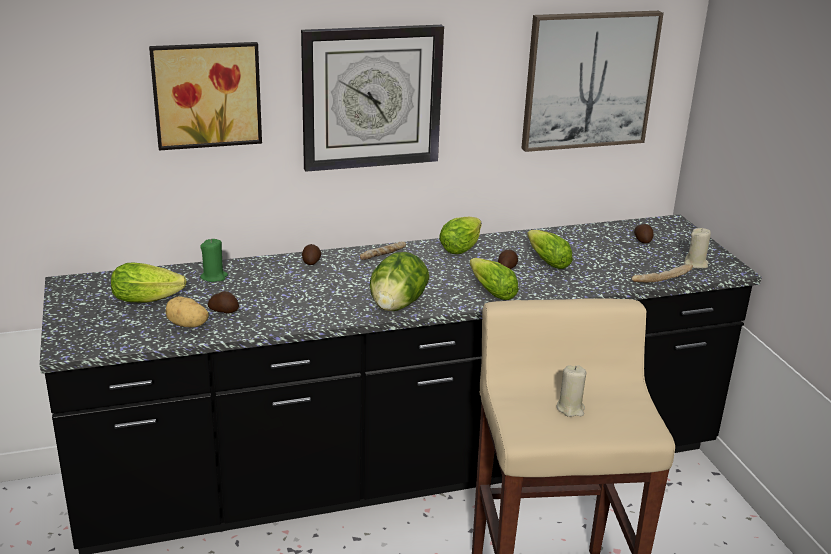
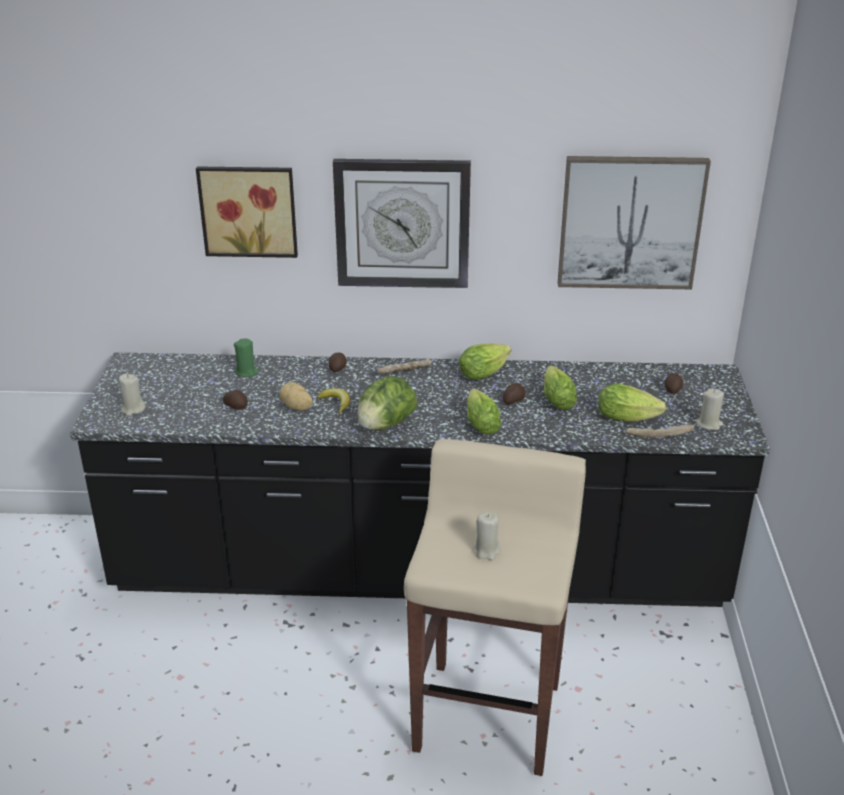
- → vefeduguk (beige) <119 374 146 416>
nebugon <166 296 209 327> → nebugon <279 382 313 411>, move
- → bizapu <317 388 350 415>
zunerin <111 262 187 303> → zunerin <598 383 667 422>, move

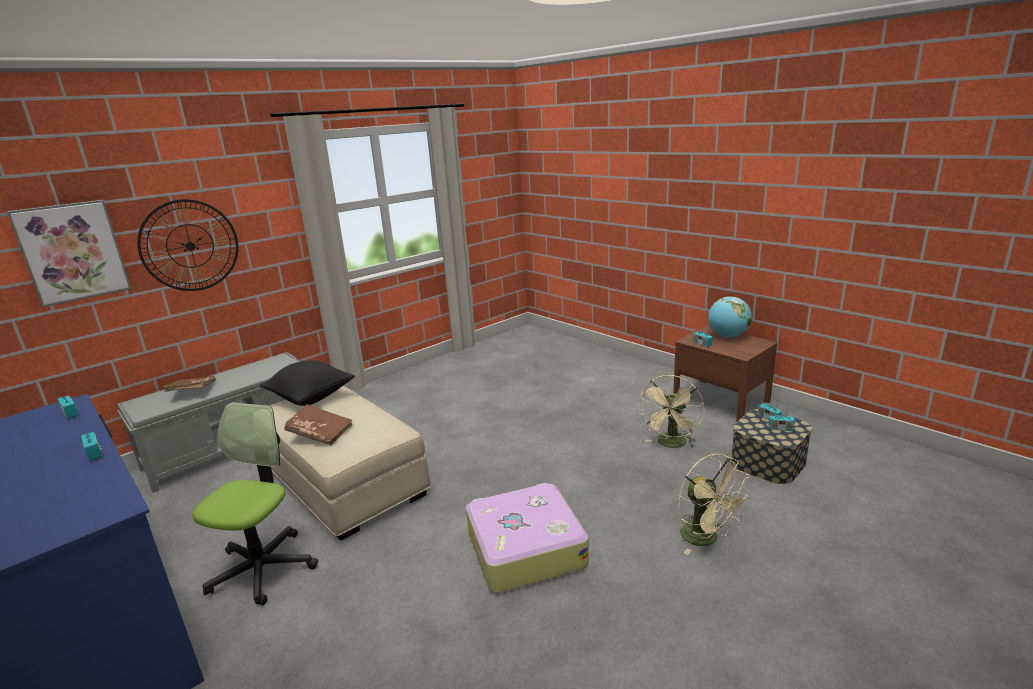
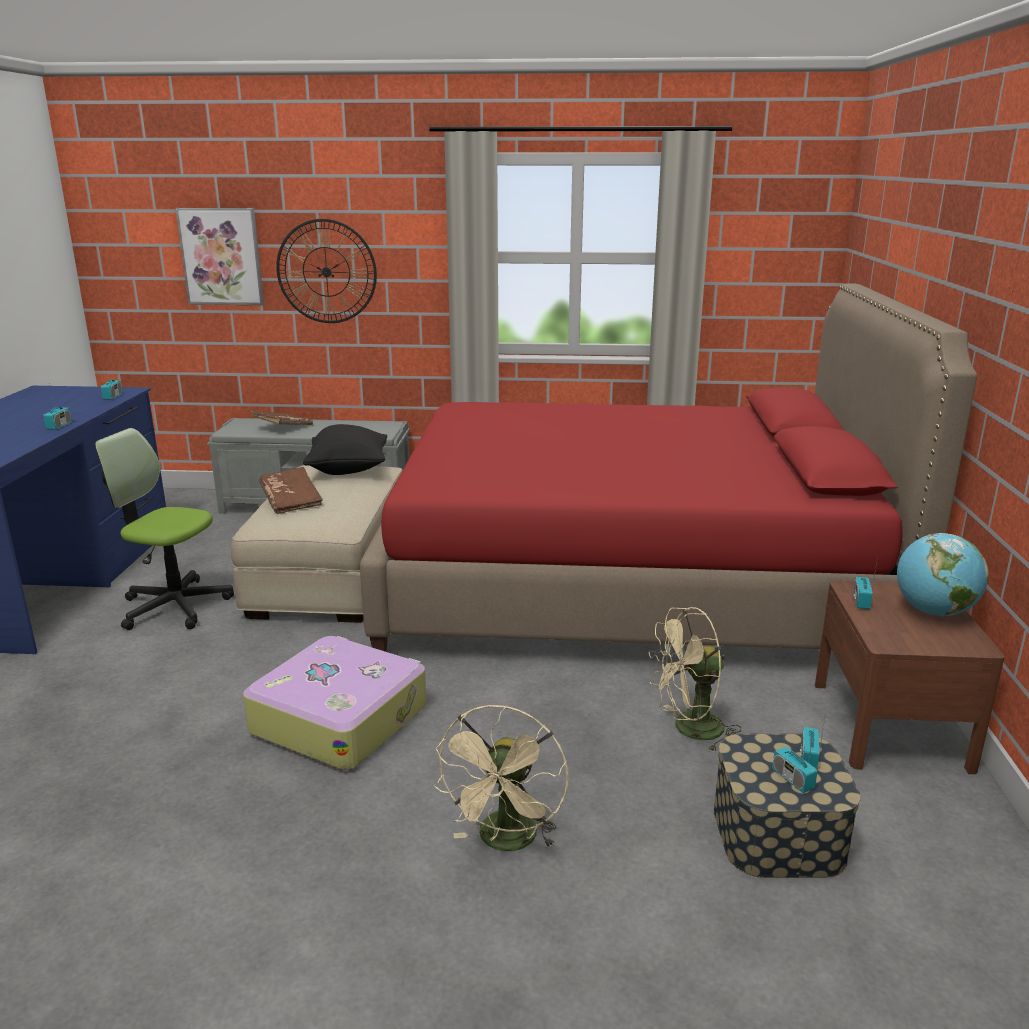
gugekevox <192 402 318 605> → gugekevox <95 428 234 630>, 135 degrees counterclockwise
- → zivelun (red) <360 283 977 652>

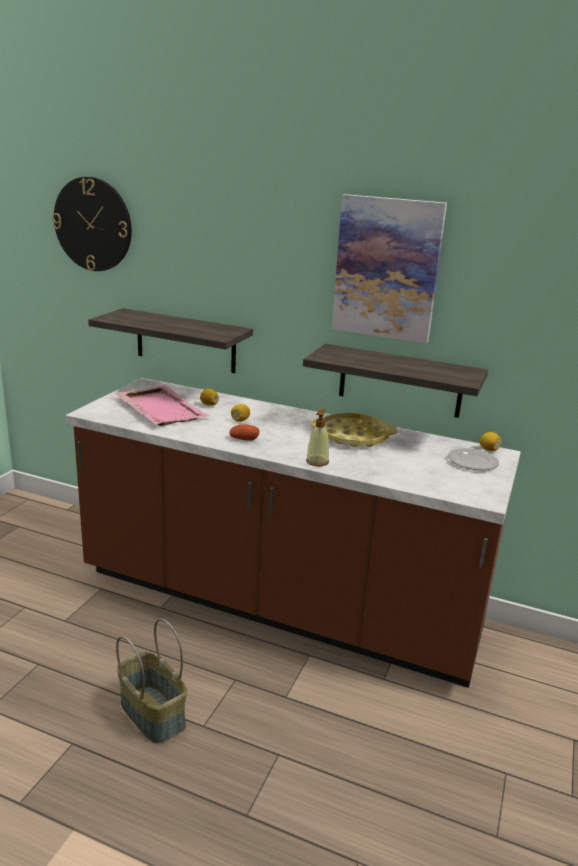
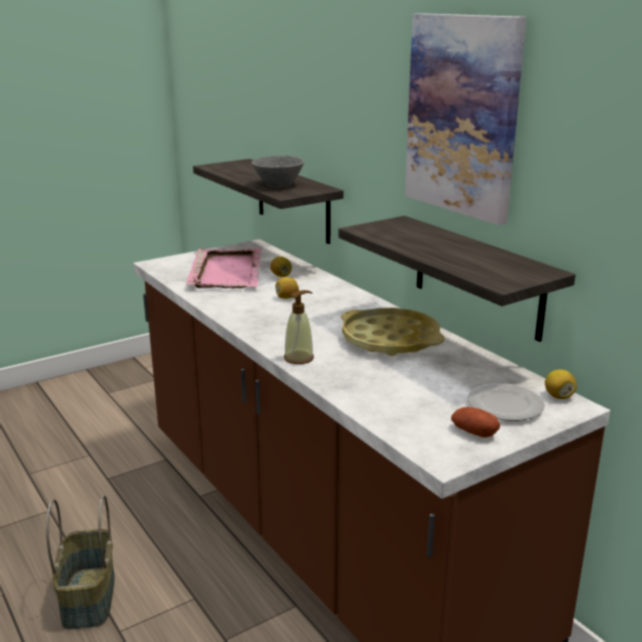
- → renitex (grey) <252 155 304 188>
nebugon <229 424 260 441> → nebugon <451 407 500 438>, move
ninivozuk <52 177 132 271> → -

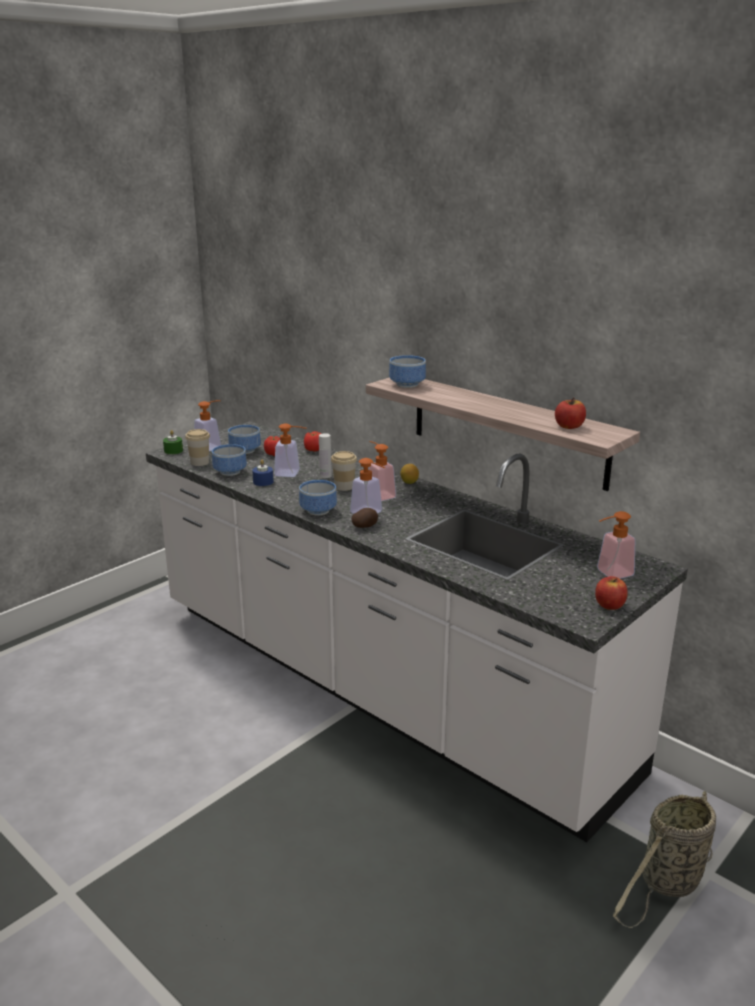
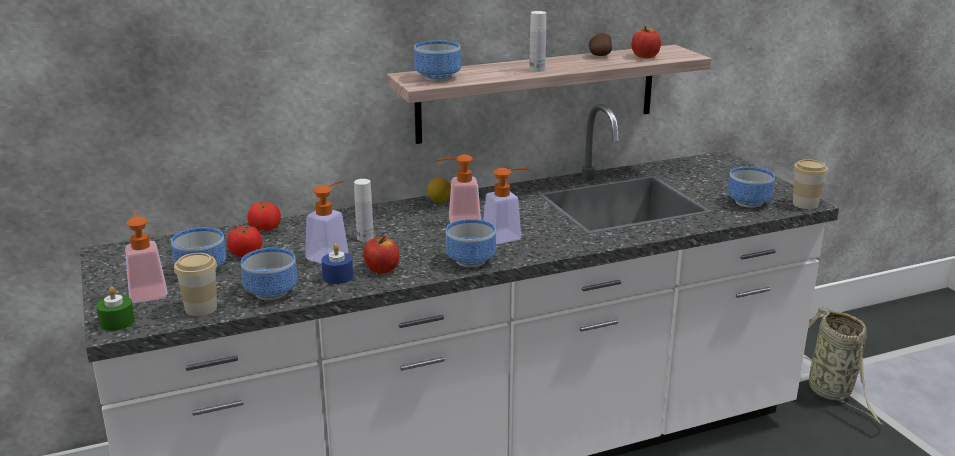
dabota <595 576 628 610> → dabota <364 236 400 273>, move
- → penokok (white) <529 11 546 72>
nebugon <352 508 378 528> → nebugon <589 33 612 56>, move
- → renitex <727 167 775 208>
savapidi <331 451 357 491> → savapidi <793 159 828 209>, move
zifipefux <597 511 635 579> → -

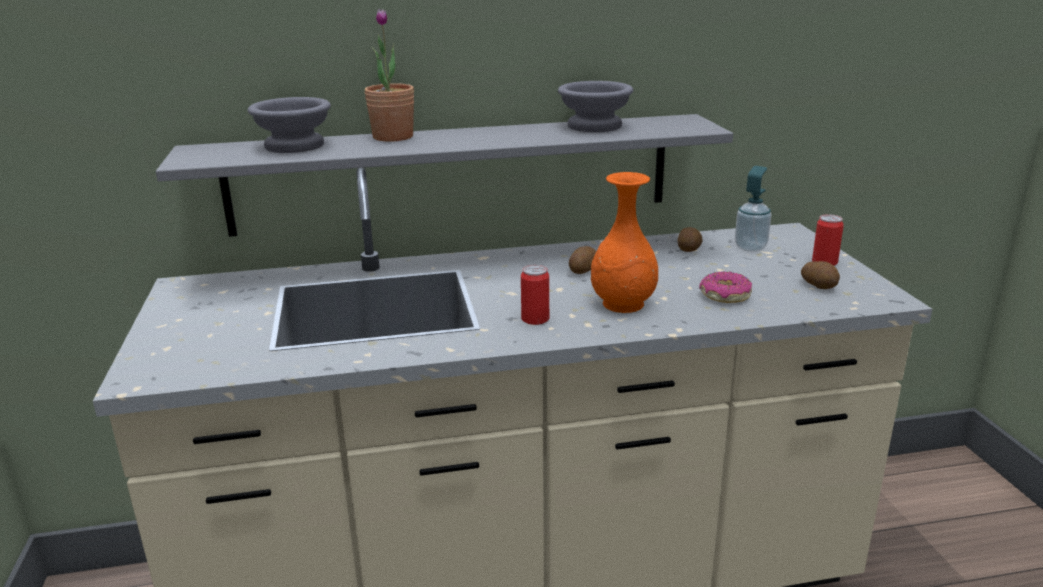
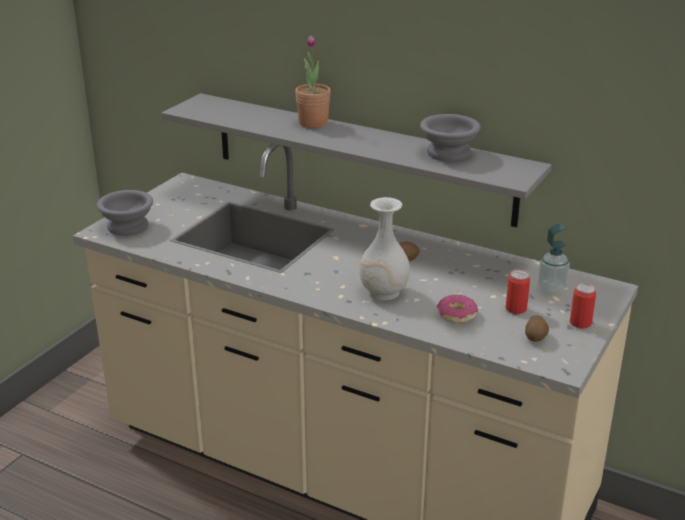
renitex (grey) <248 97 331 153> → renitex (grey) <97 190 153 236>, move
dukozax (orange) <591 172 658 313> → dukozax (white) <359 197 410 301>
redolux <521 265 549 325> → redolux <506 270 530 314>, move
nebugon <678 227 703 252> → -

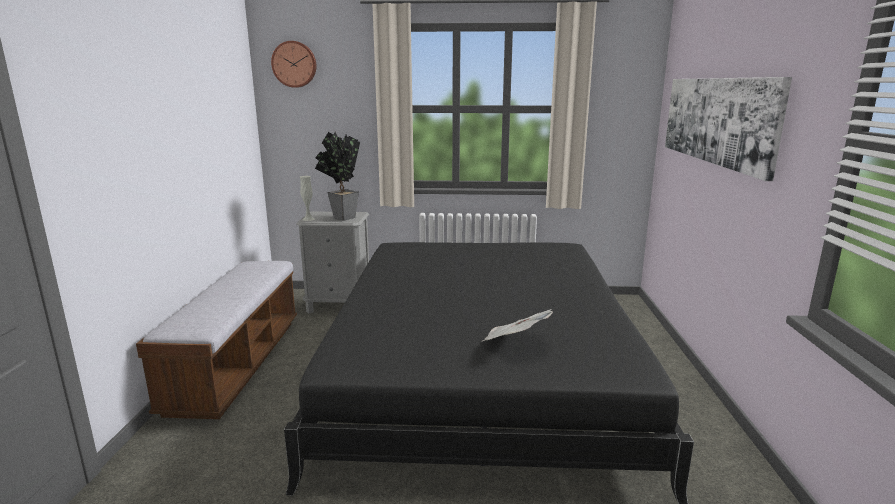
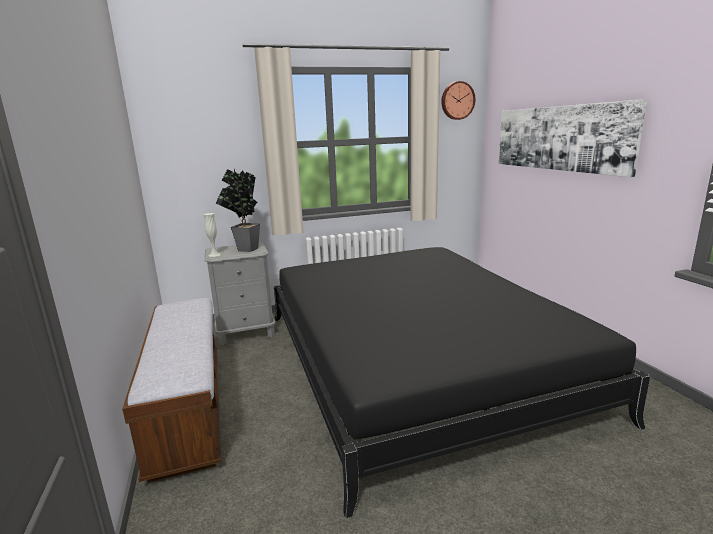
ninivozuk <271 41 316 88> → ninivozuk <441 81 475 120>, move
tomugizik <482 309 553 341> → -

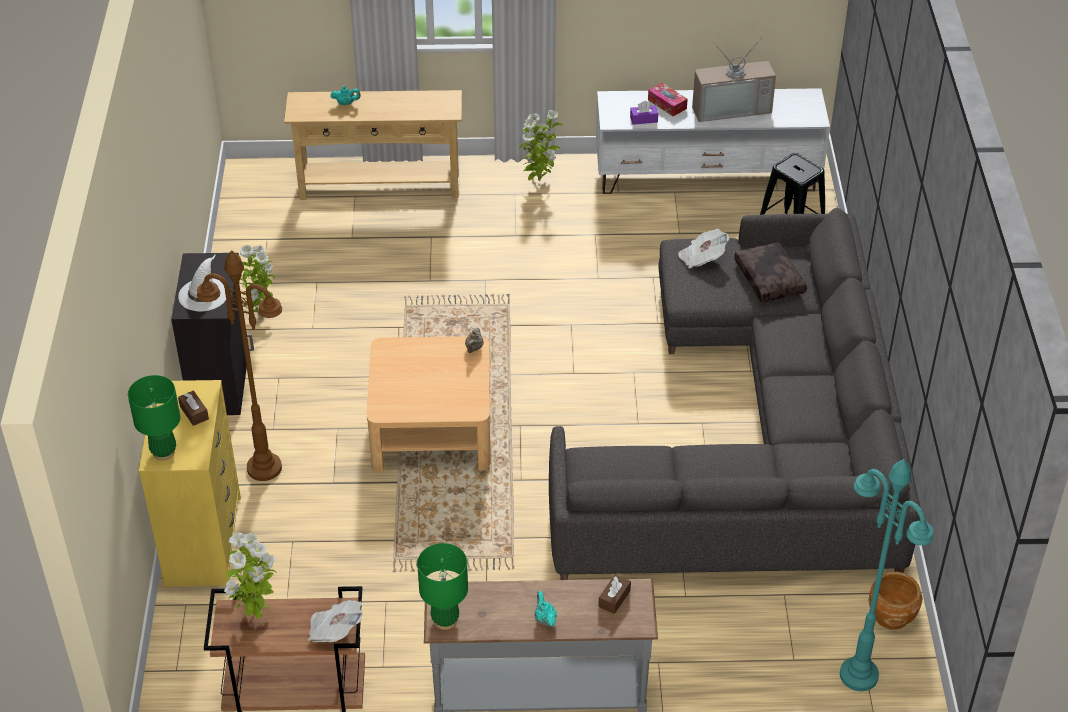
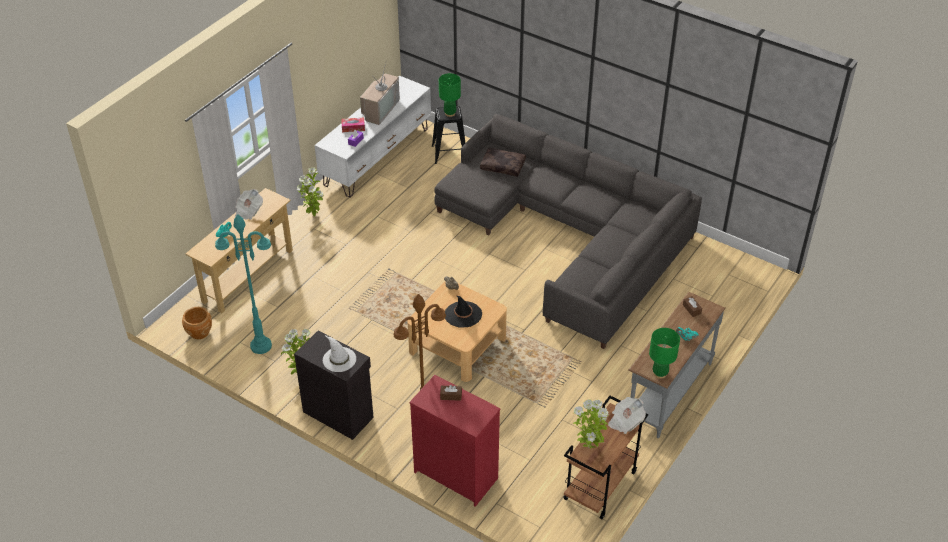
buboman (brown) <868 572 923 630> → buboman (brown) <182 307 212 339>, move
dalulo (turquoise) <840 459 933 691> → dalulo (turquoise) <215 214 272 354>, move
tomugizik <678 229 729 268> → tomugizik <235 189 263 220>, move
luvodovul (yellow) <139 380 241 586> → luvodovul (red) <409 375 501 507>
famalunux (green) <128 375 180 461> → famalunux (green) <439 73 461 117>, move
- → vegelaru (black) <445 295 482 327>

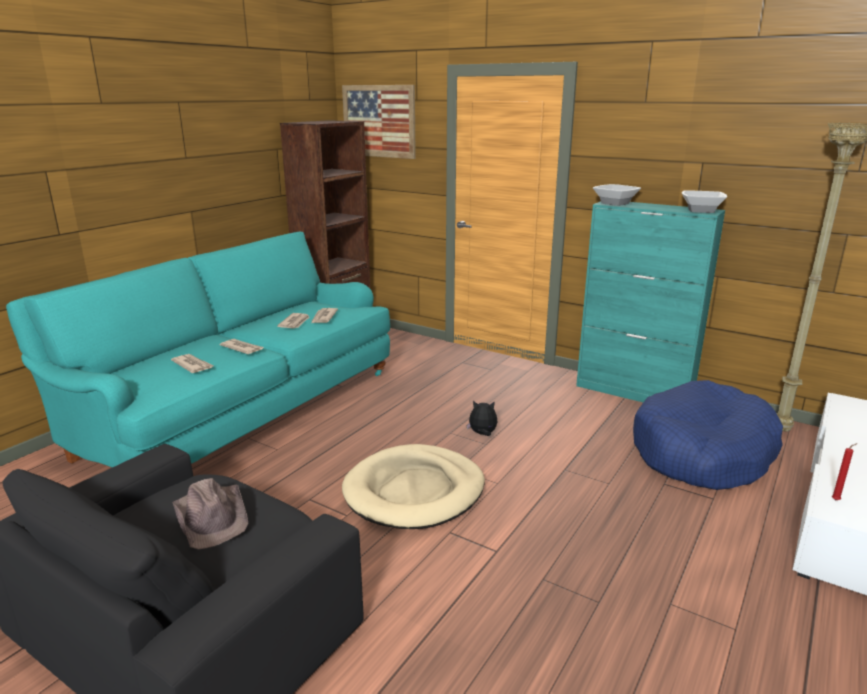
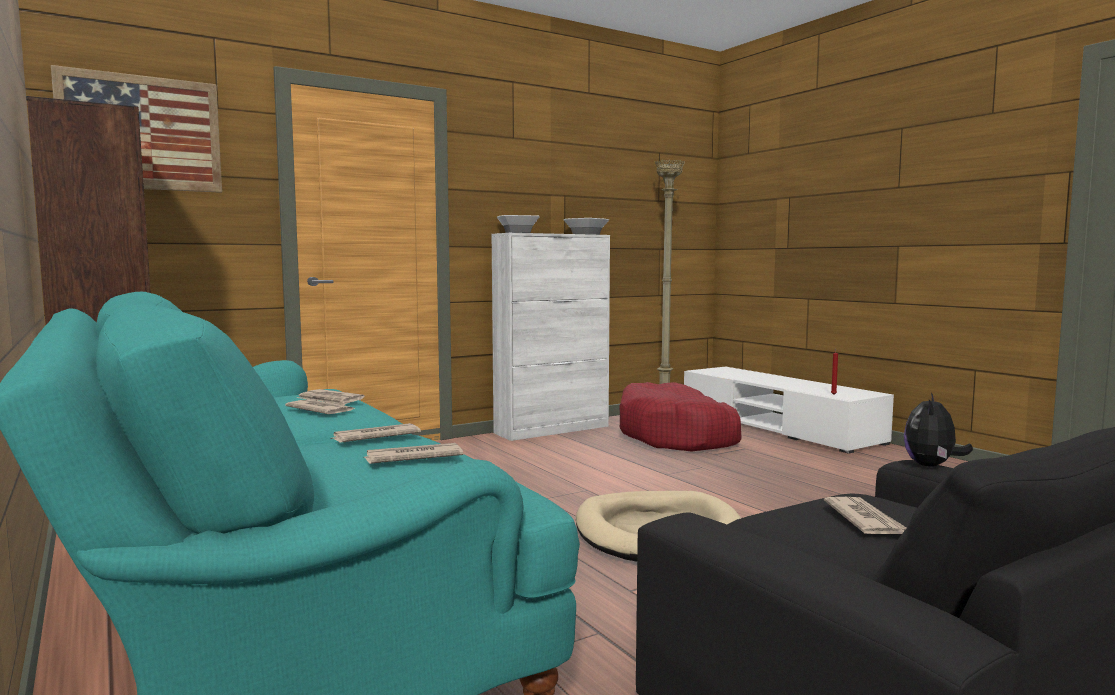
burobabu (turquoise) <576 201 725 402> → burobabu (white) <491 233 610 441>
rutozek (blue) <633 380 783 490> → rutozek (red) <619 382 742 451>
vegelaru (brown) <173 478 249 550> → tomugizik <824 497 907 534>
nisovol <467 401 498 436> → nisovol <904 393 973 467>, move

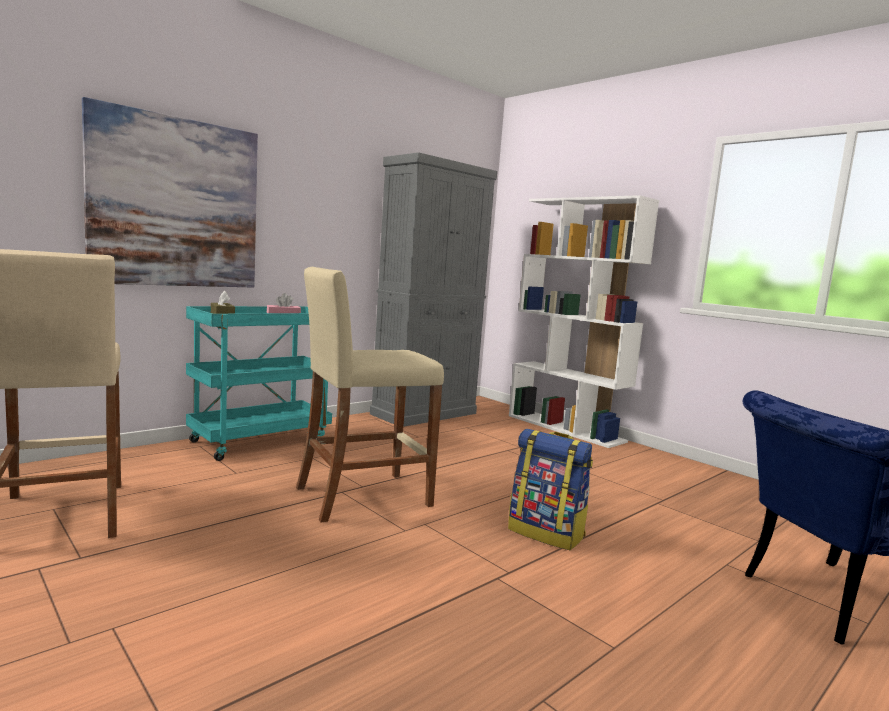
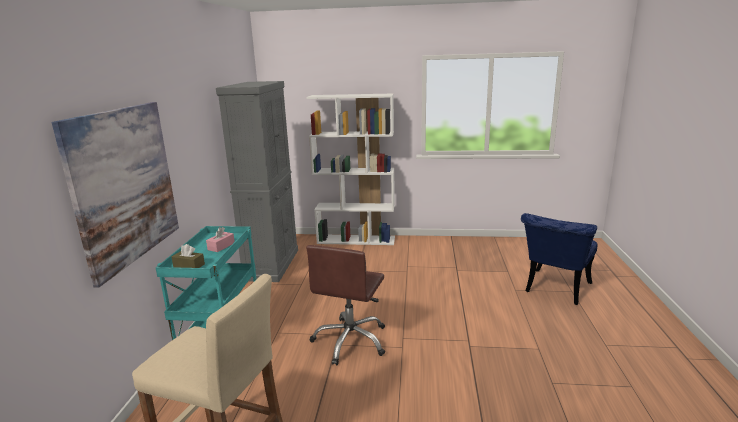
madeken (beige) <296 267 444 522> → gugekevox (brown) <306 245 385 365>
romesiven <508 429 593 550> → -

